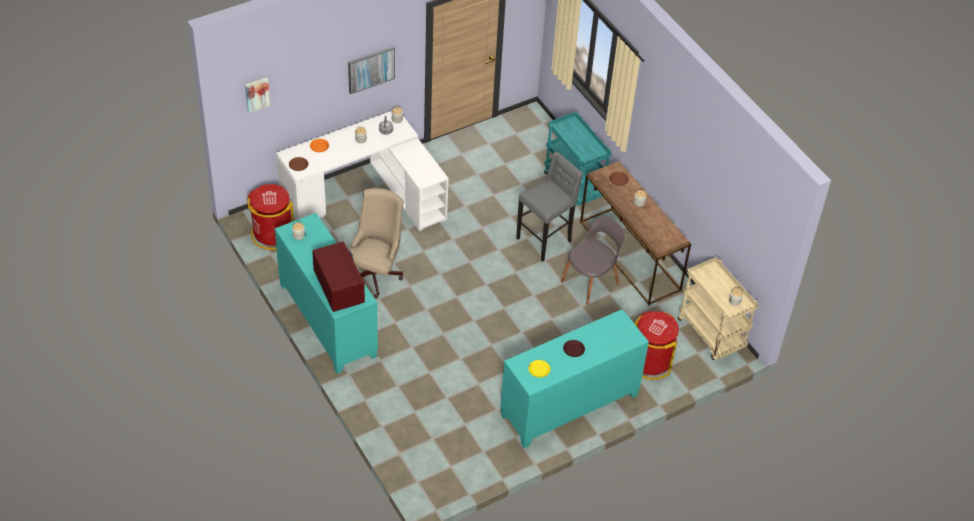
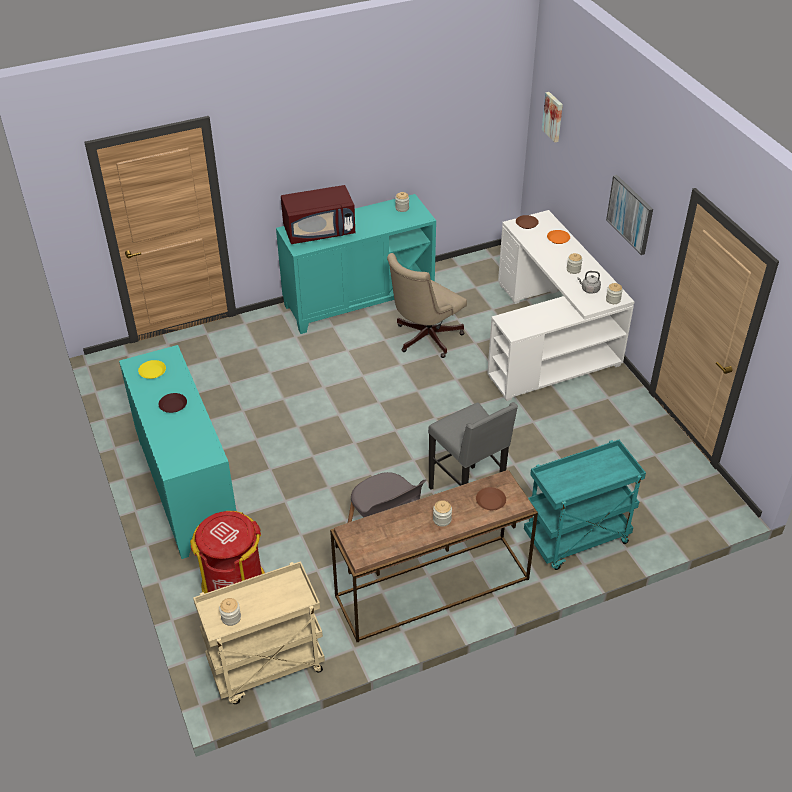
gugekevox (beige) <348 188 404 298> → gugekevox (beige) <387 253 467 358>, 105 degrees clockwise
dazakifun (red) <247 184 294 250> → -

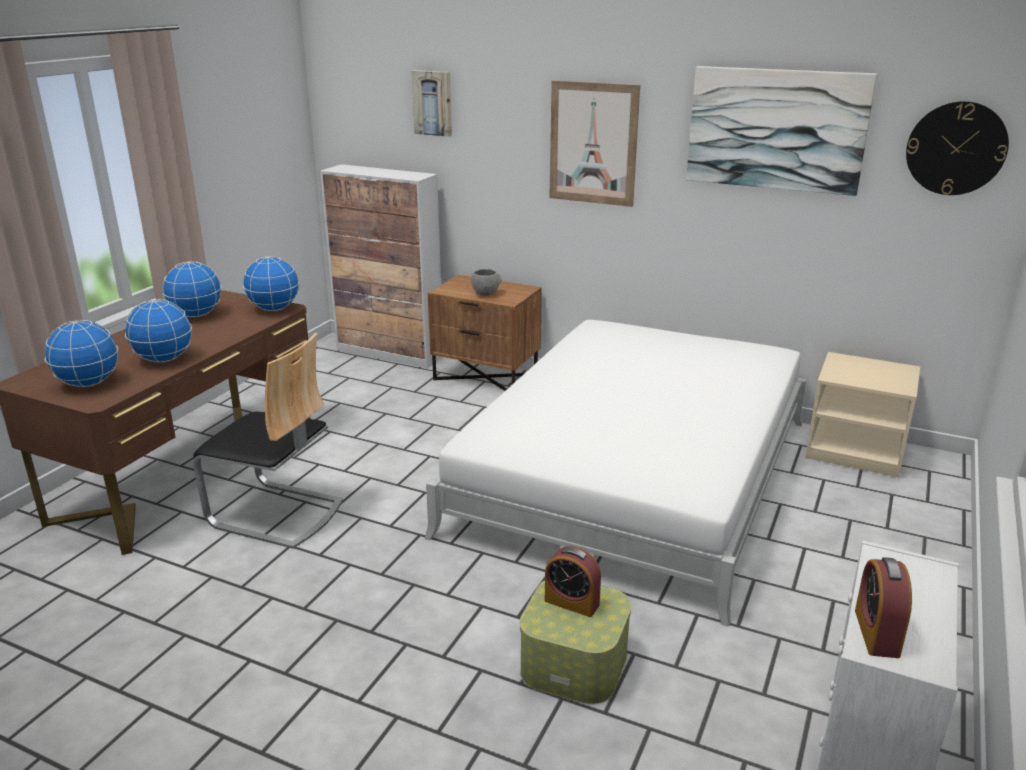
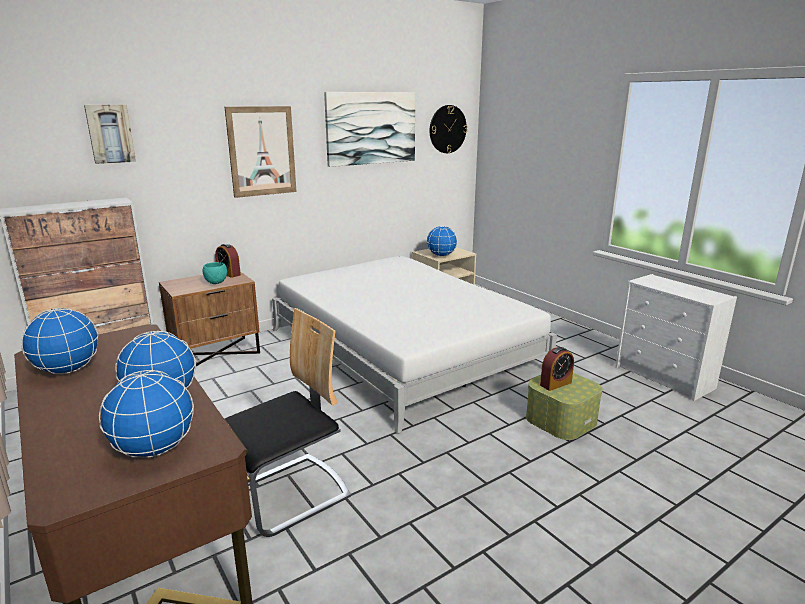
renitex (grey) <471 269 502 296> → renitex (turquoise) <202 262 227 284>
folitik <855 557 912 658> → folitik <215 244 241 278>, move
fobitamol <243 256 299 311> → fobitamol <427 226 457 257>, move

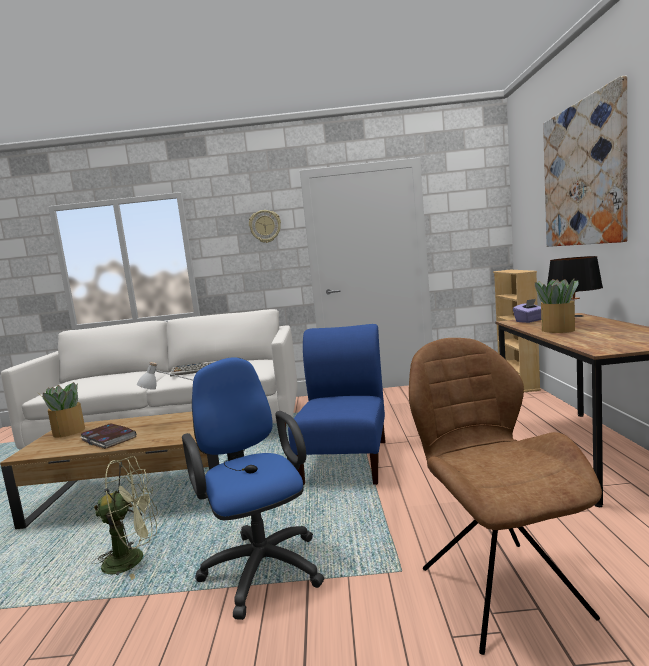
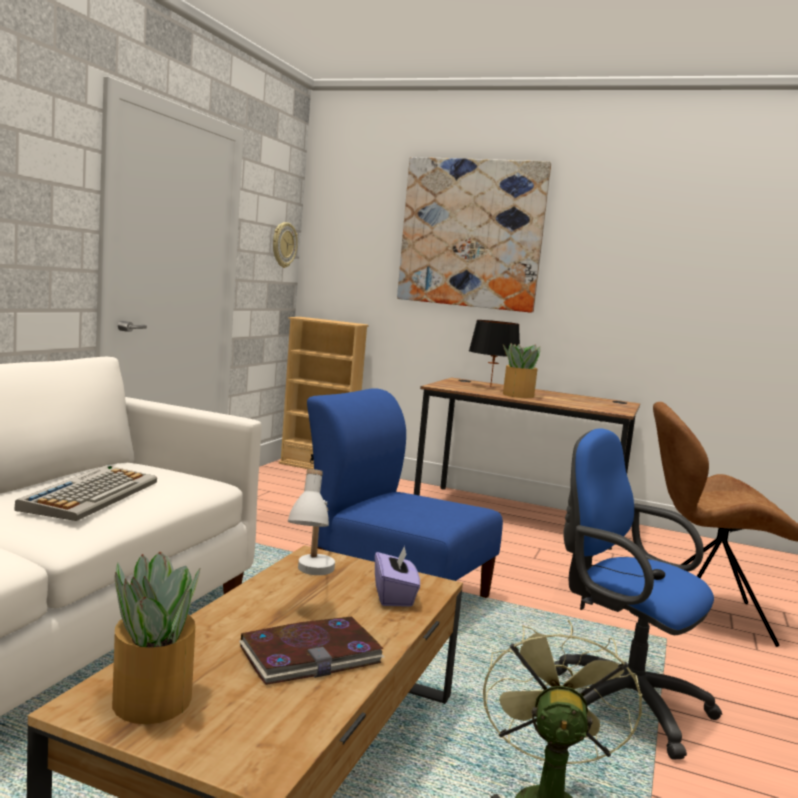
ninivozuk <249 210 281 243> → ninivozuk <273 222 298 268>, move
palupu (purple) <513 299 541 323> → palupu (purple) <375 545 420 607>, move
gugekevox (blue) <182 357 325 620> → gugekevox (blue) <554 428 722 760>, 45 degrees clockwise

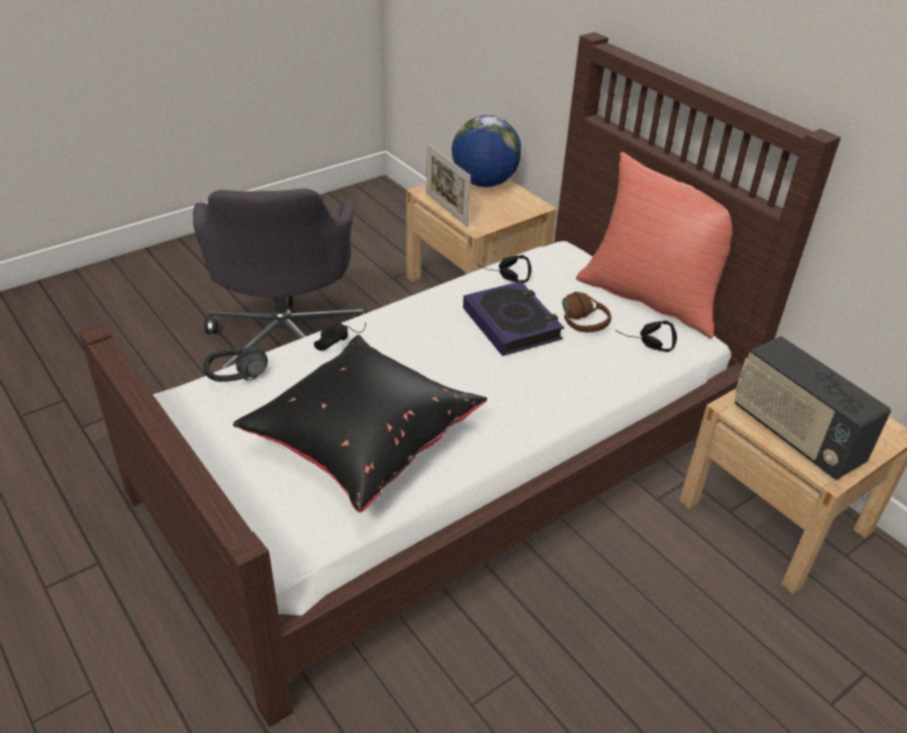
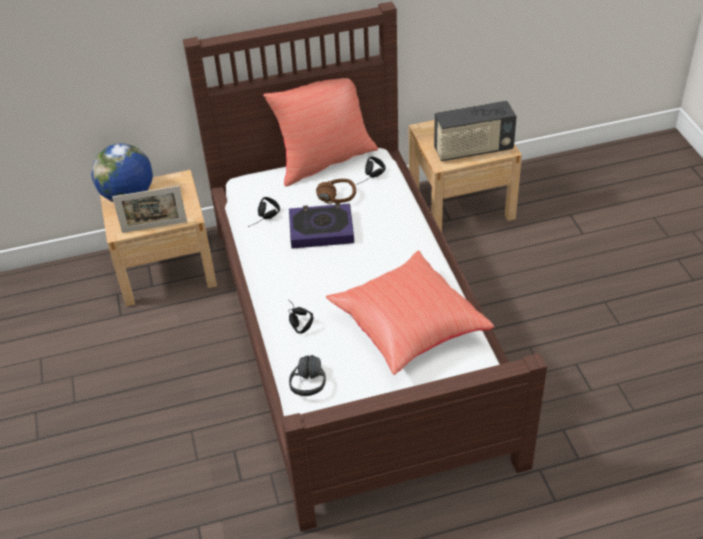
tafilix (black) <233 335 487 513> → tafilix (red) <326 250 494 375>
gugekevox (grey) <193 188 368 369> → -

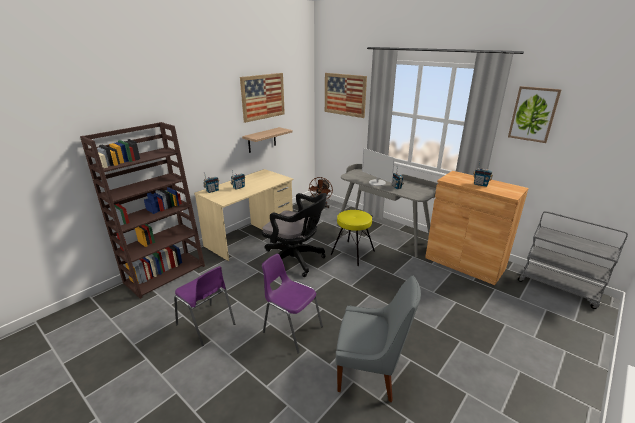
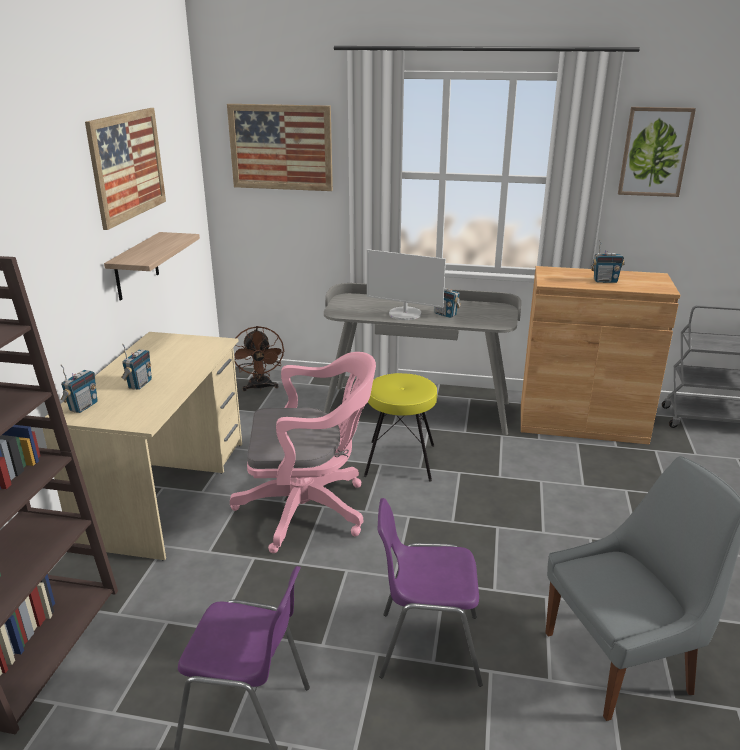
gugekevox (black) <262 193 327 277> → gugekevox (pink) <230 352 376 553>

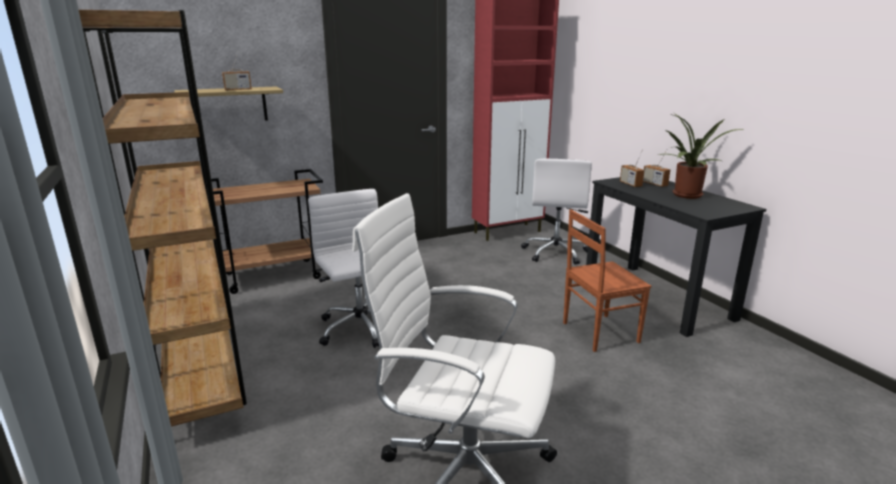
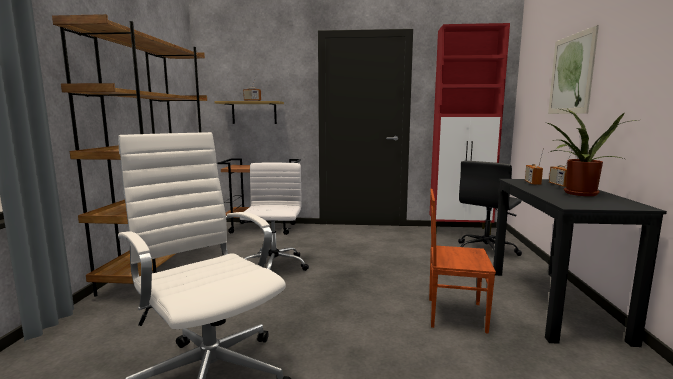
gugekevox (white) <521 159 592 265> → gugekevox (black) <458 161 522 256>
- → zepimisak <548 25 599 114>

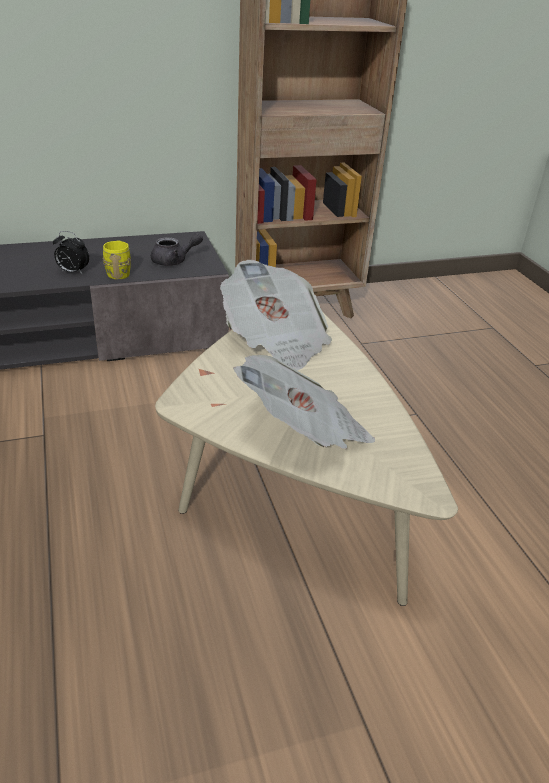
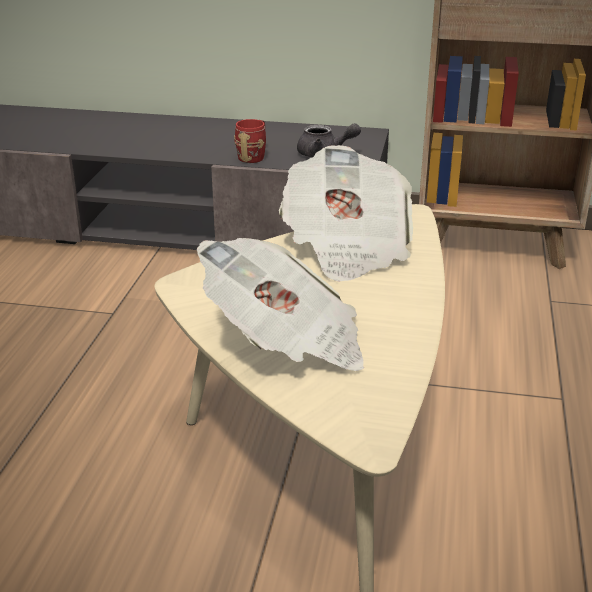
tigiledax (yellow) <103 240 131 280> → tigiledax (red) <234 119 266 163>
folitik <53 231 89 275> → -

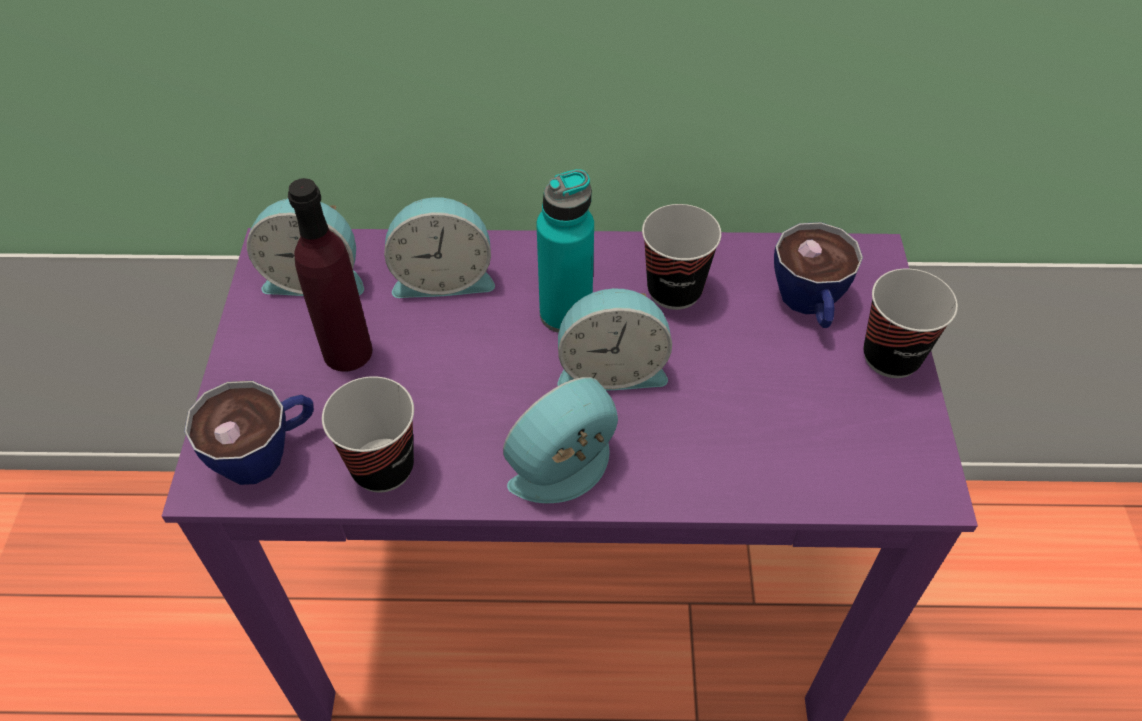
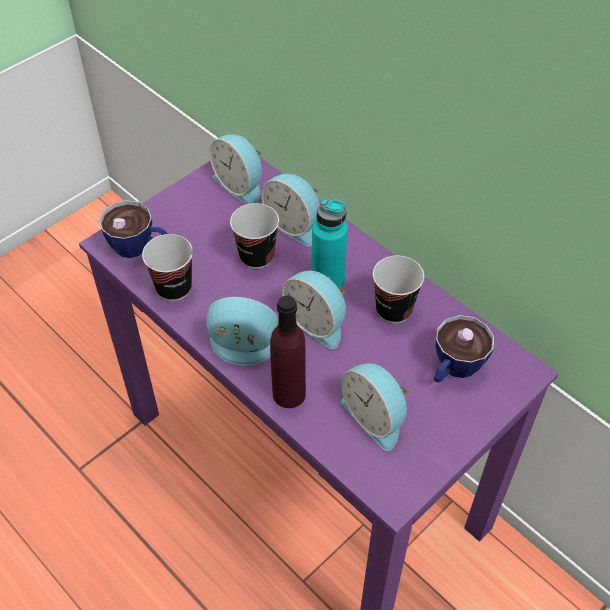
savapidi <863 269 958 378> → savapidi <230 203 279 269>, move
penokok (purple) <288 178 372 372> → penokok (purple) <270 295 306 408>, move
- → folitik <341 363 409 451>

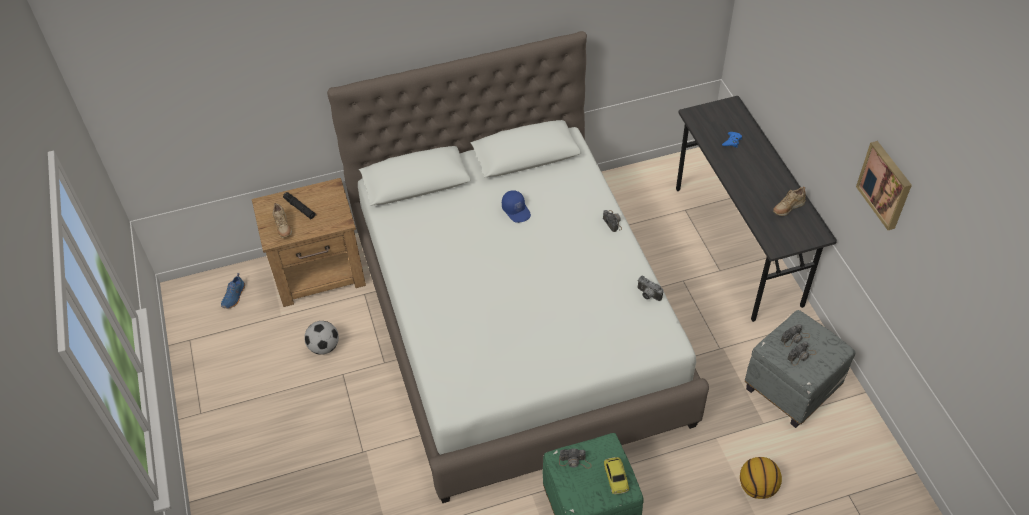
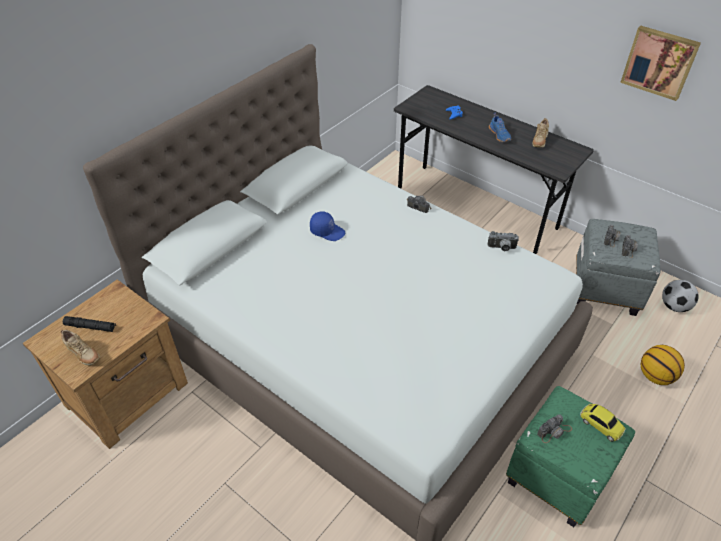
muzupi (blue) <221 273 245 308> → muzupi (blue) <489 113 511 142>, move
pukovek <304 321 339 355> → pukovek <662 280 699 312>, move

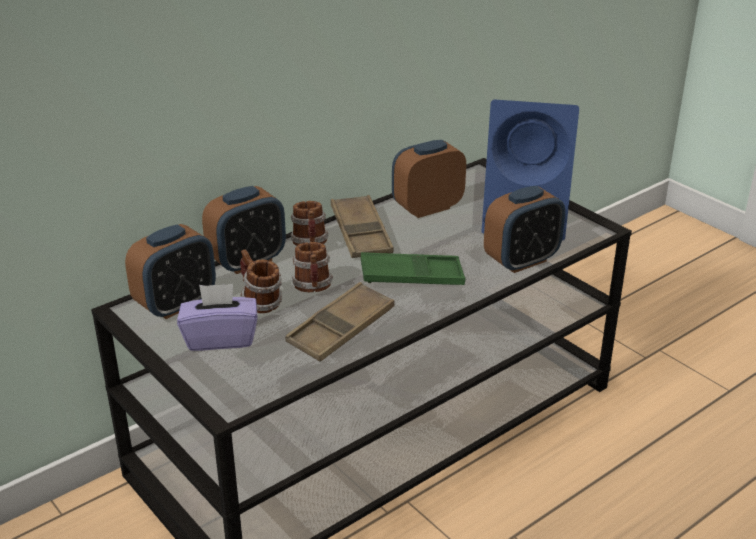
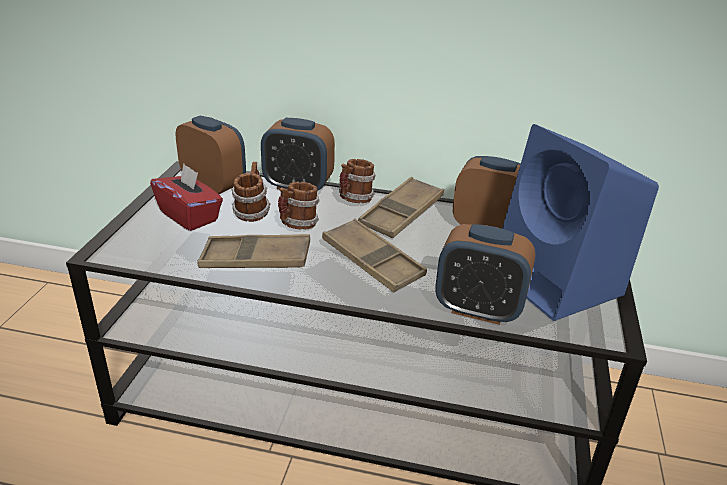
palupu (purple) <177 284 258 351> → palupu (red) <150 163 223 231>
folitik <125 224 216 319> → folitik <175 116 246 194>, 150 degrees counterclockwise
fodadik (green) <361 252 465 285> → fodadik (brown) <322 219 427 293>

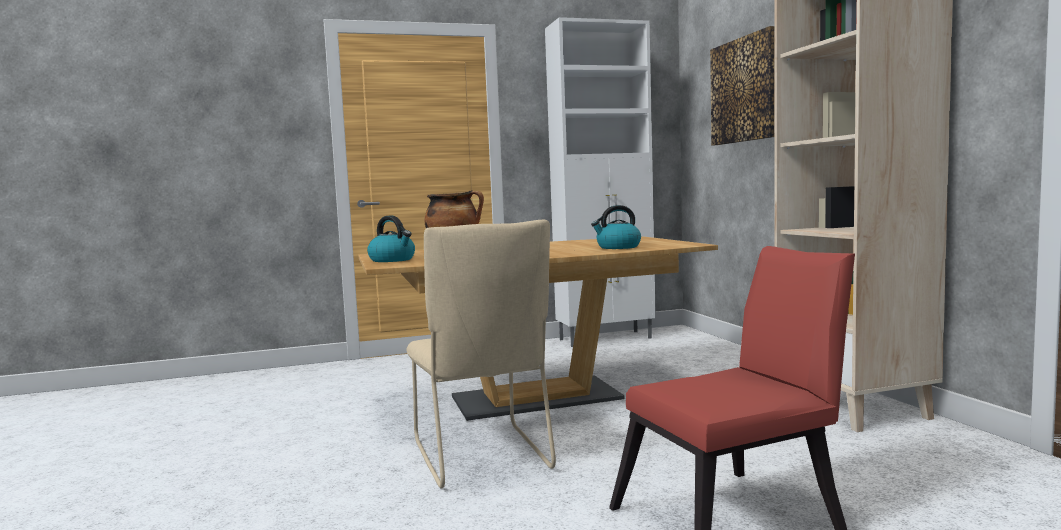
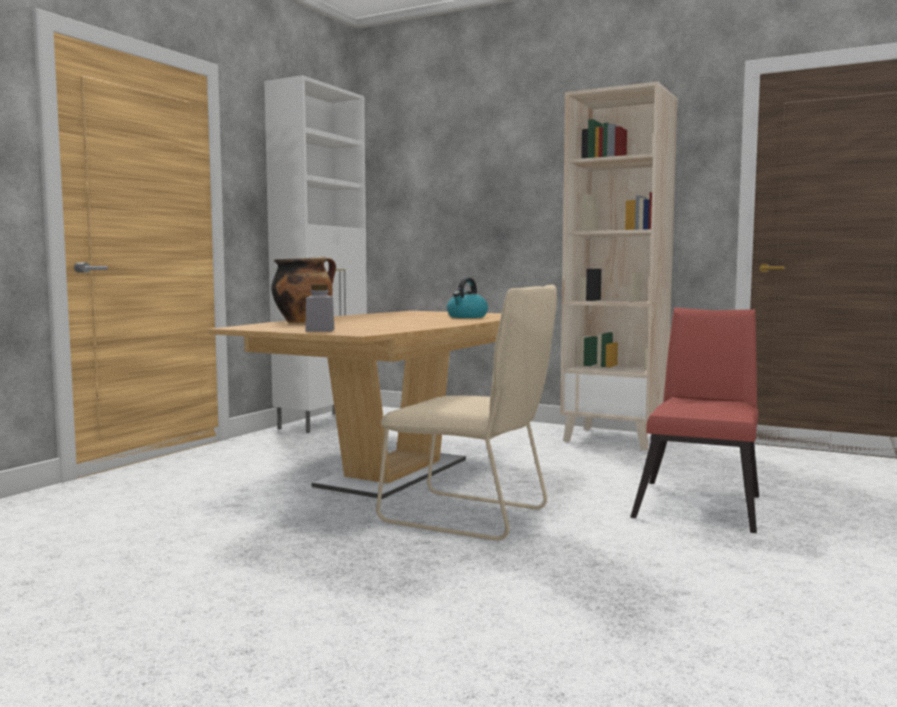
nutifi <367 215 415 262> → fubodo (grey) <305 285 334 332>
zepimisak <710 26 774 145> → -

